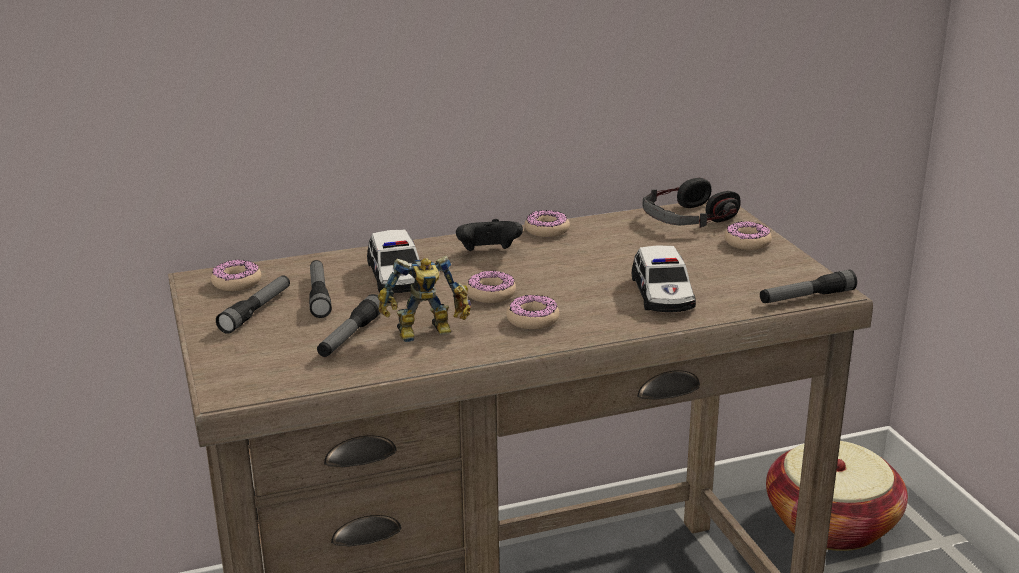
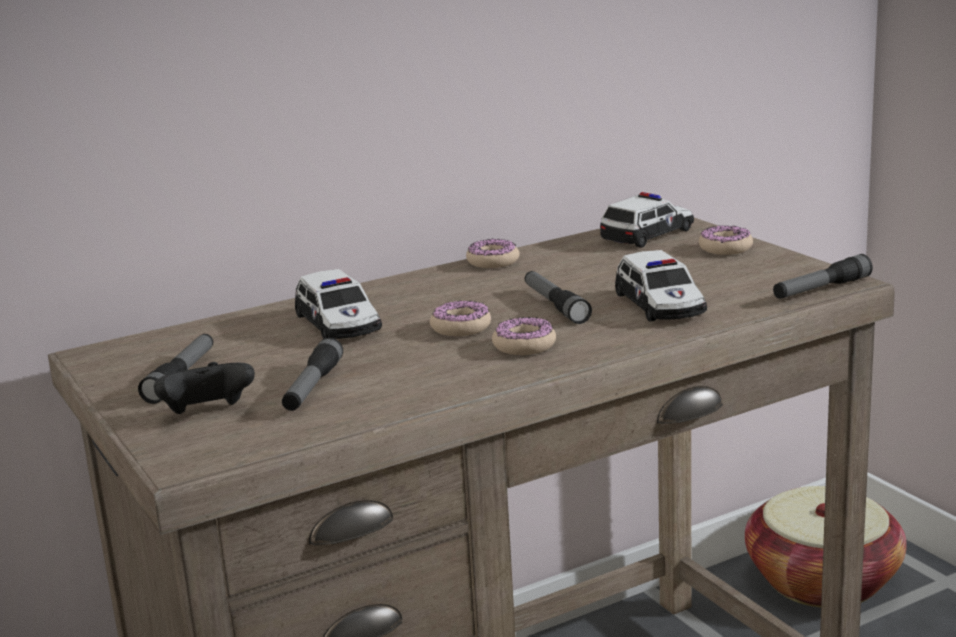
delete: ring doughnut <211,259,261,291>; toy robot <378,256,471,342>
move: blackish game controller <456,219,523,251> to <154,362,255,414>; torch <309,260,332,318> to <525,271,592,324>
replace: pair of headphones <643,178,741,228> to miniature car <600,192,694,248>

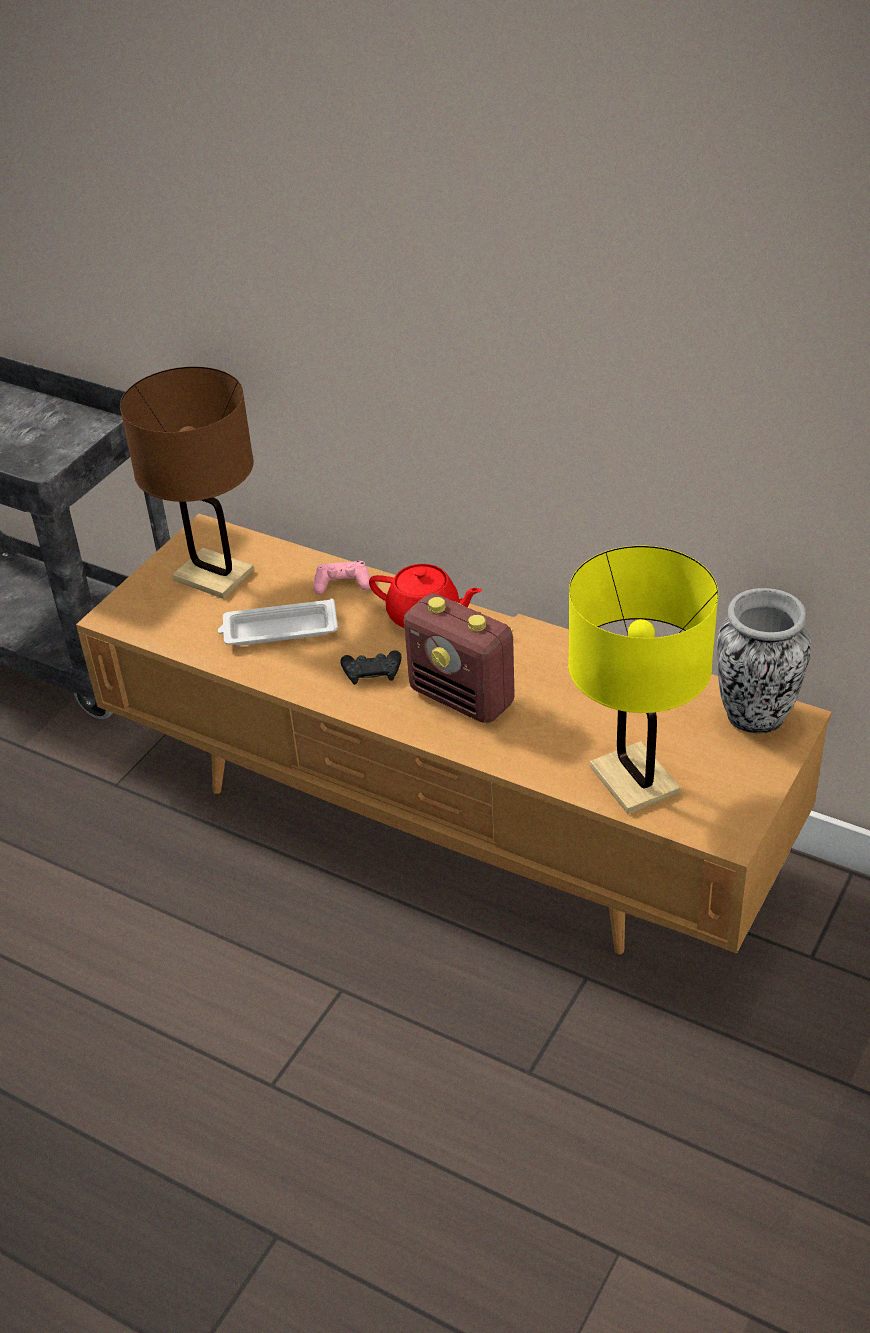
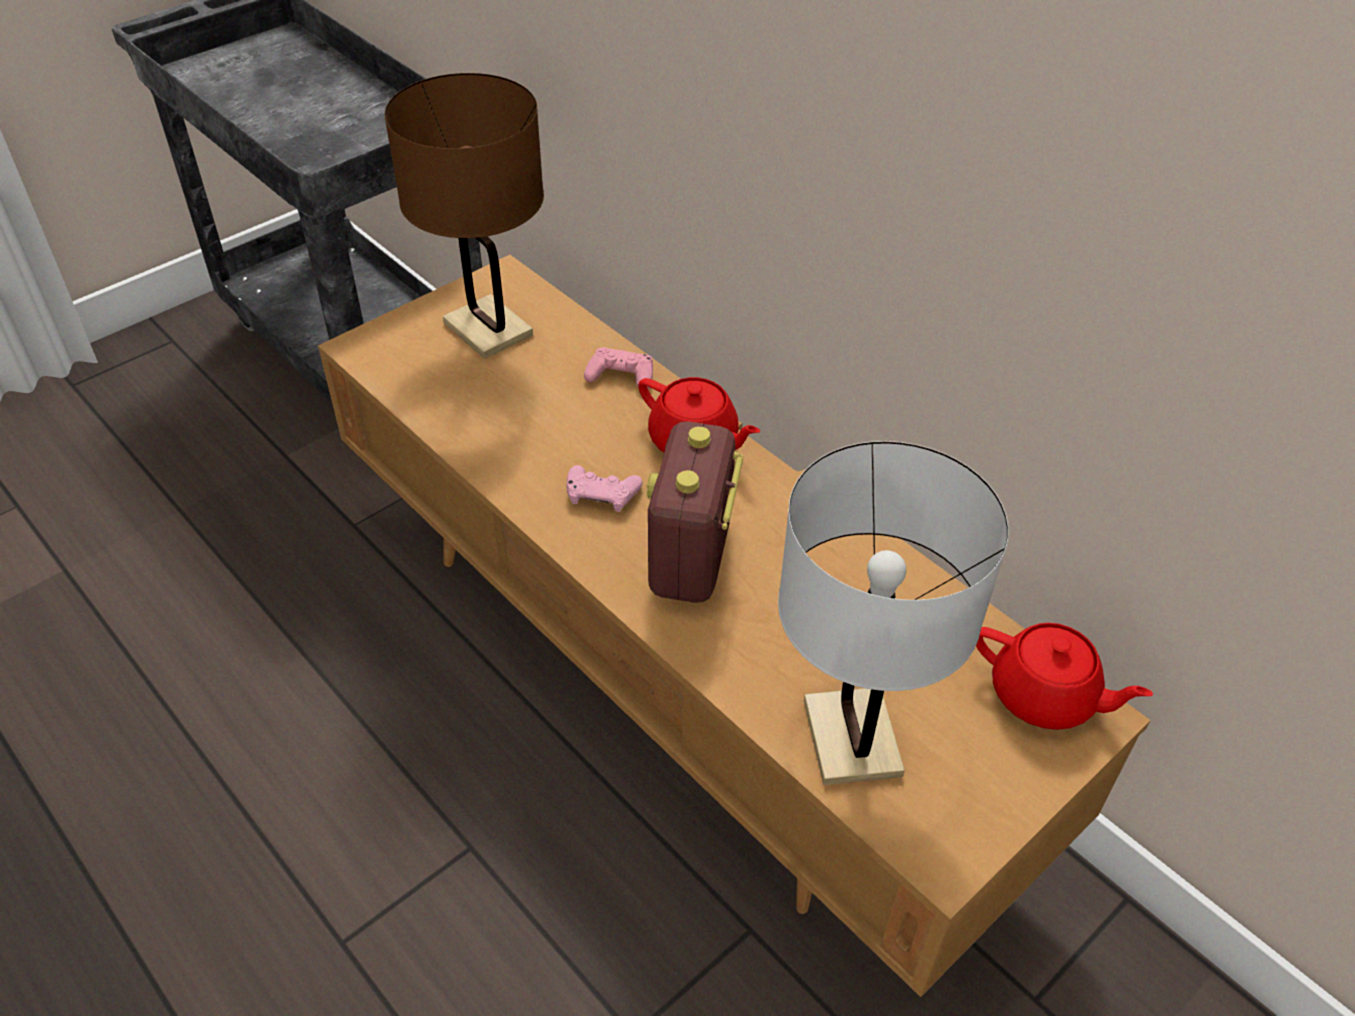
delete: whitish tray <218,598,338,646>
replace: decorative vase <716,588,811,734> to red-coloured tea pot <976,623,1153,730>
recolor: blackish game controller <340,650,402,685> to pinkish game controller <567,465,643,512>; yellow tabletop lamp <568,546,718,814> to whitish tabletop lamp <778,441,1009,785>
rotate: radio receiver <404,593,515,723> = <647,422,743,603> 45 degrees clockwise

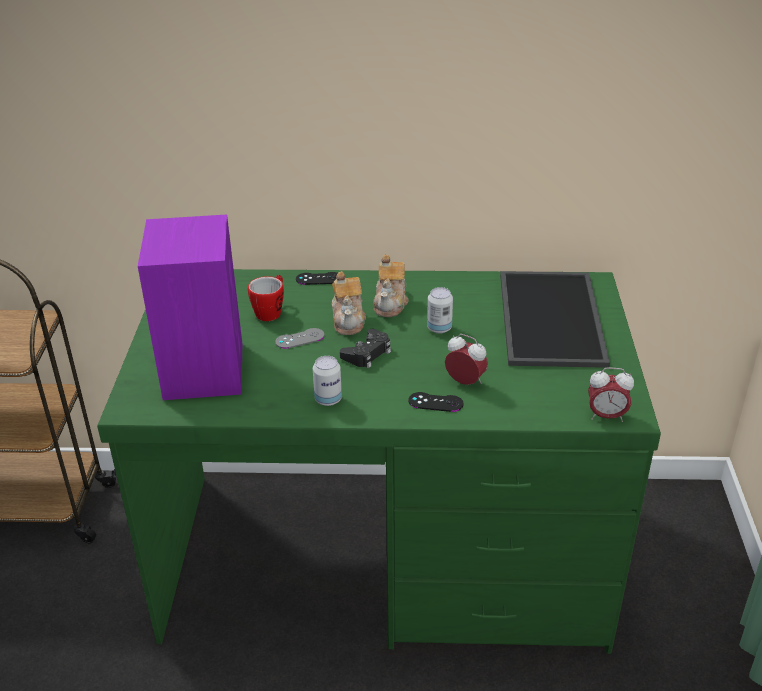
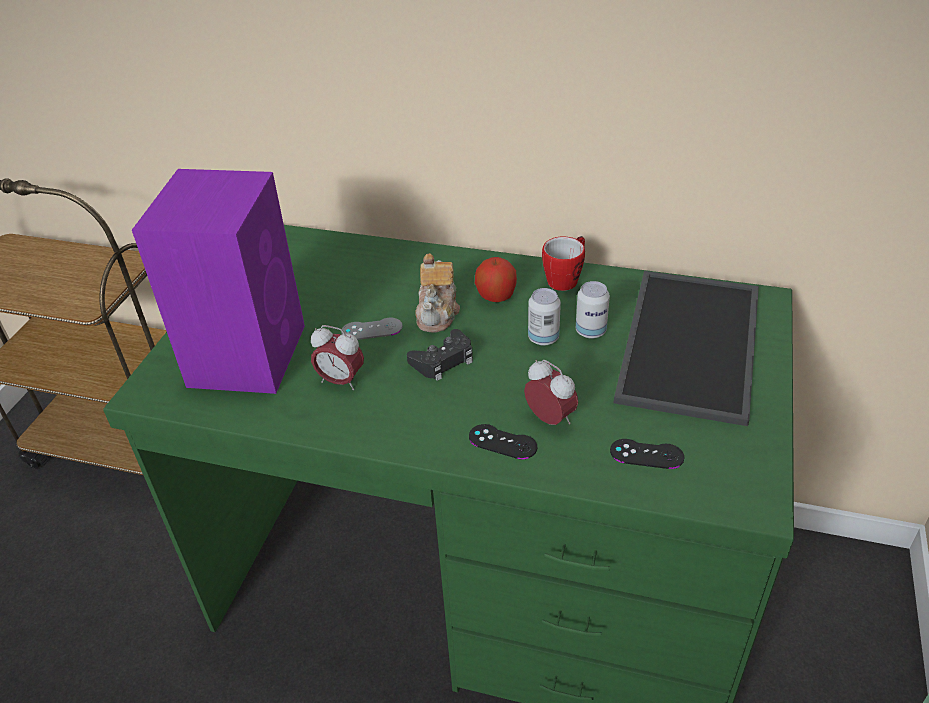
move: table clock <588,367,634,422> to <311,325,364,390>; coffee mug <248,275,284,321> to <542,236,585,291>; sealed can <313,356,342,406> to <576,281,610,339>; blackish game controller <296,272,338,285> to <610,439,684,469>
replace: tea pot <374,255,409,317> to apple fruit <475,257,517,302>

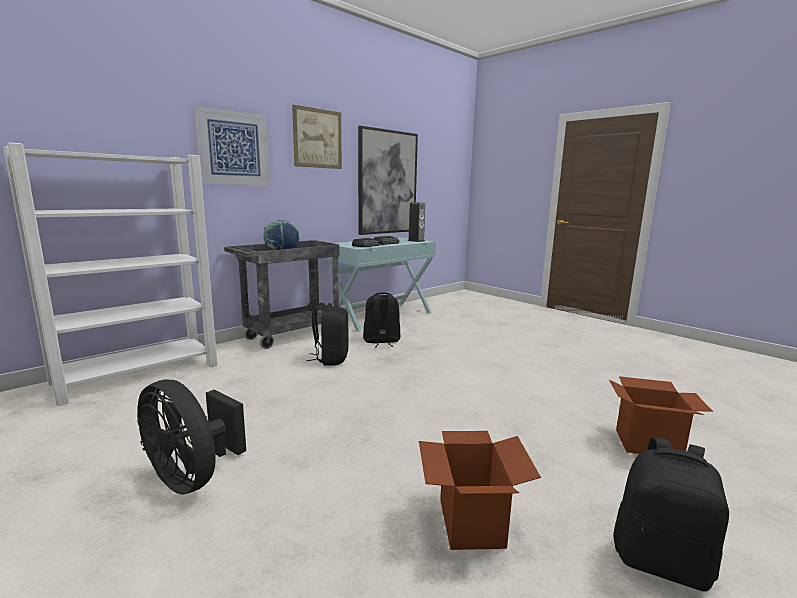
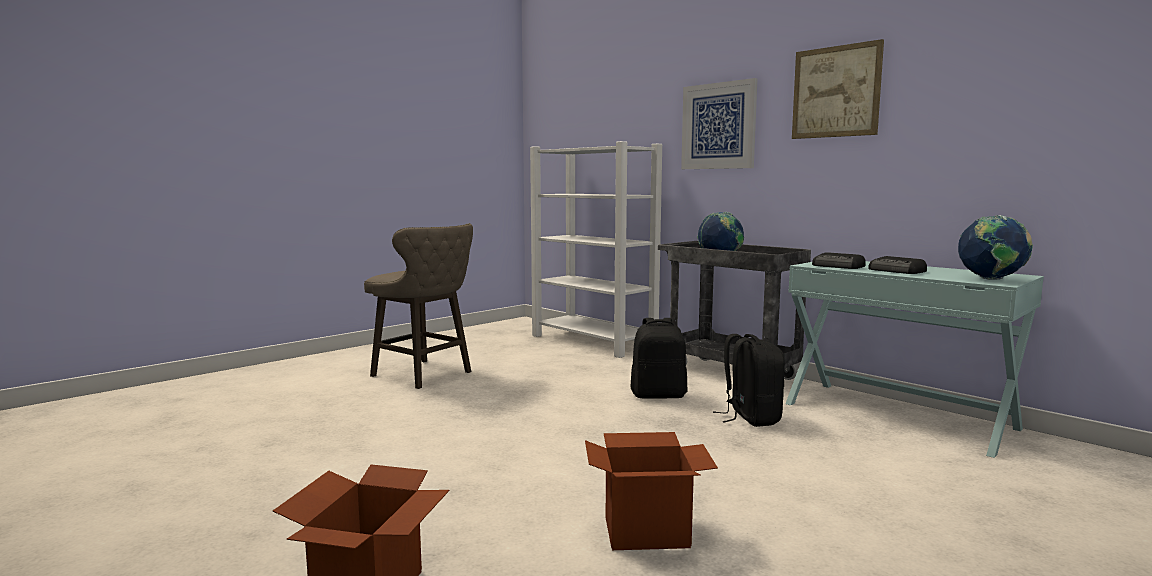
delete: wall art <358,126,418,235>; blackish knapsack <614,437,729,592>
move: packing box <419,431,541,550> to <585,432,718,550>
replace: blackish electric fan <137,380,246,494> to sand-coloured stool <364,223,473,389>; loudspeaker <408,202,425,242> to desk globe <958,215,1033,280>

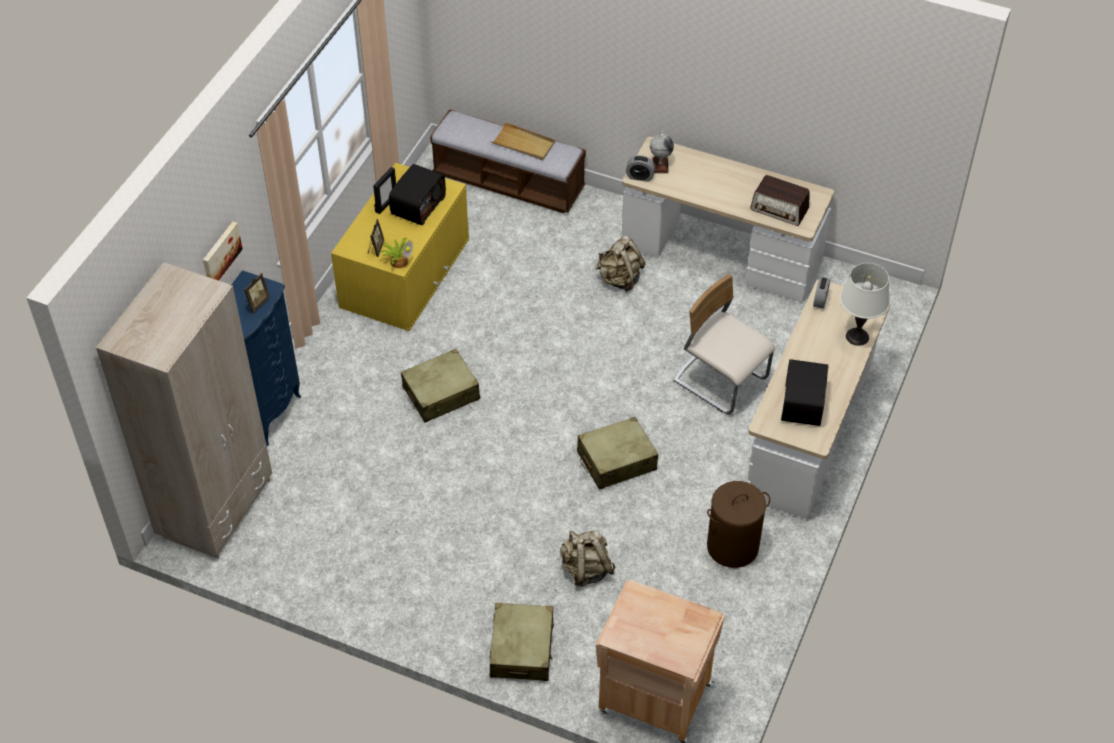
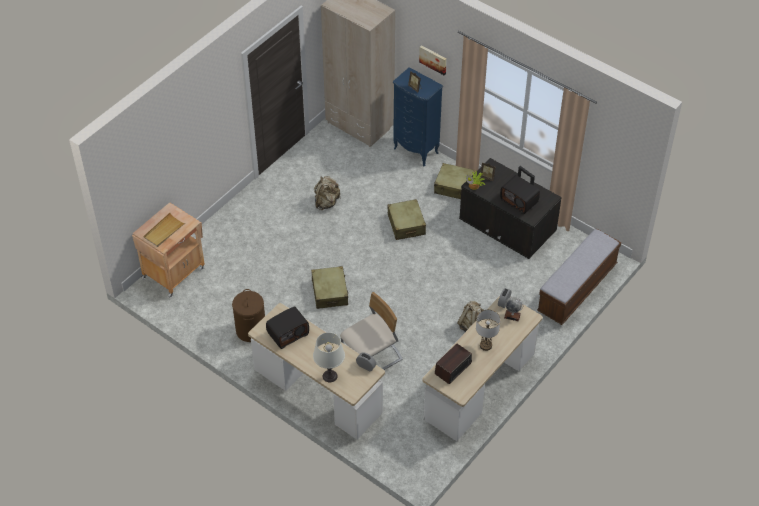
insert: tabletop lamp <476,310,501,351>
move: sand-coloured tray <491,122,555,160> to <143,213,185,247>; sand-coloured knapsack <560,530,615,586> to <314,176,340,210>; sand-coloured piece of luggage <490,603,554,681> to <434,163,476,199>
recolor: yellow storage cabinet <331,163,469,331> to blackish storage cabinet <459,158,562,259>
rotate: radio receiver <781,359,828,426> = <266,306,309,349> 120 degrees clockwise

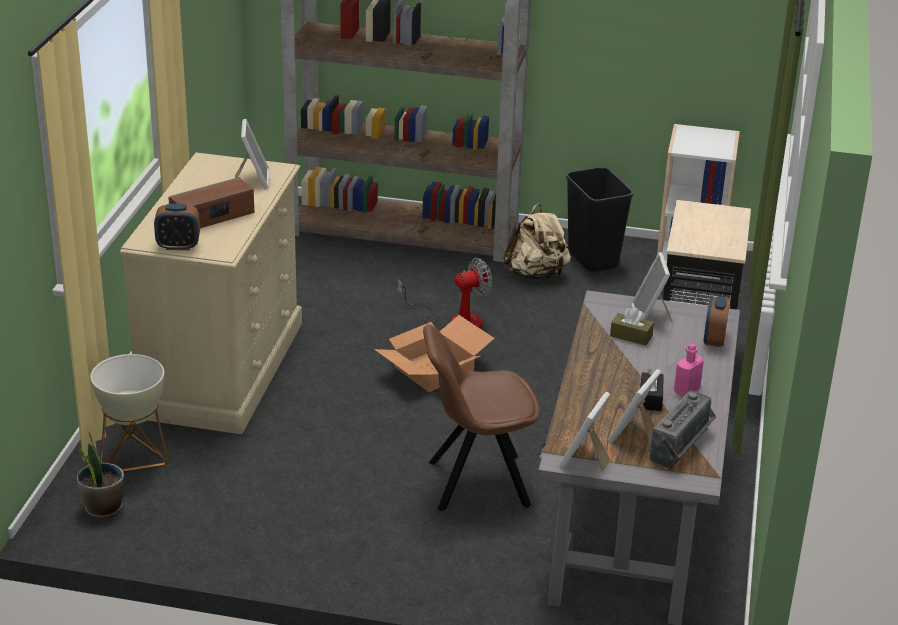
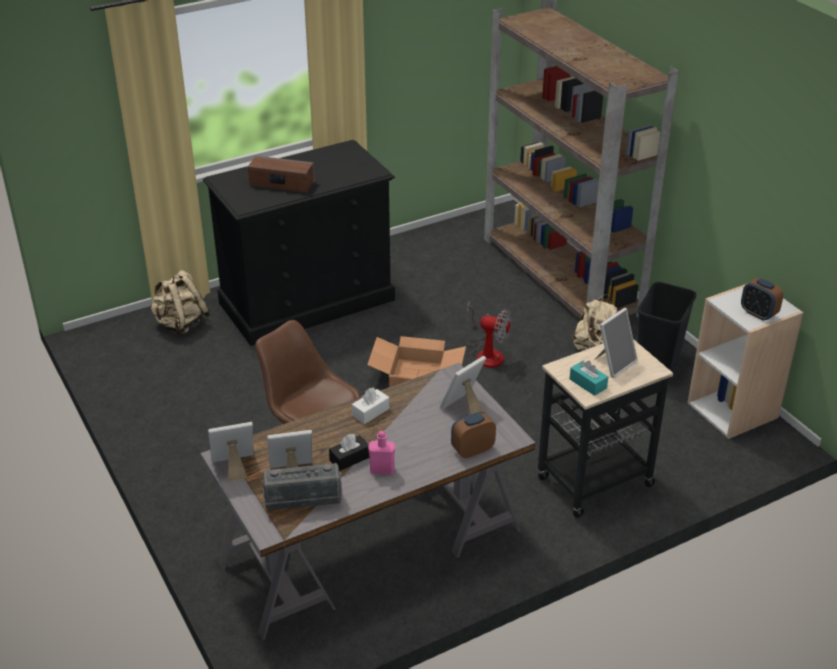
delete: houseplant <77,432,124,518>; brownish box of tissues <610,307,654,346>
insert: whitish box of tissues <352,388,390,424>; blue-green box of tissues <570,361,608,396>
move: picture frame <235,119,269,189> to <594,308,638,378>; table clock <154,204,200,250> to <741,278,783,321>
replace: planter <90,354,168,472> to sand-coloured knapsack <150,270,210,336>
recolor: sand-coloured dresser <120,153,302,434> to blackish dresser <203,140,395,346>

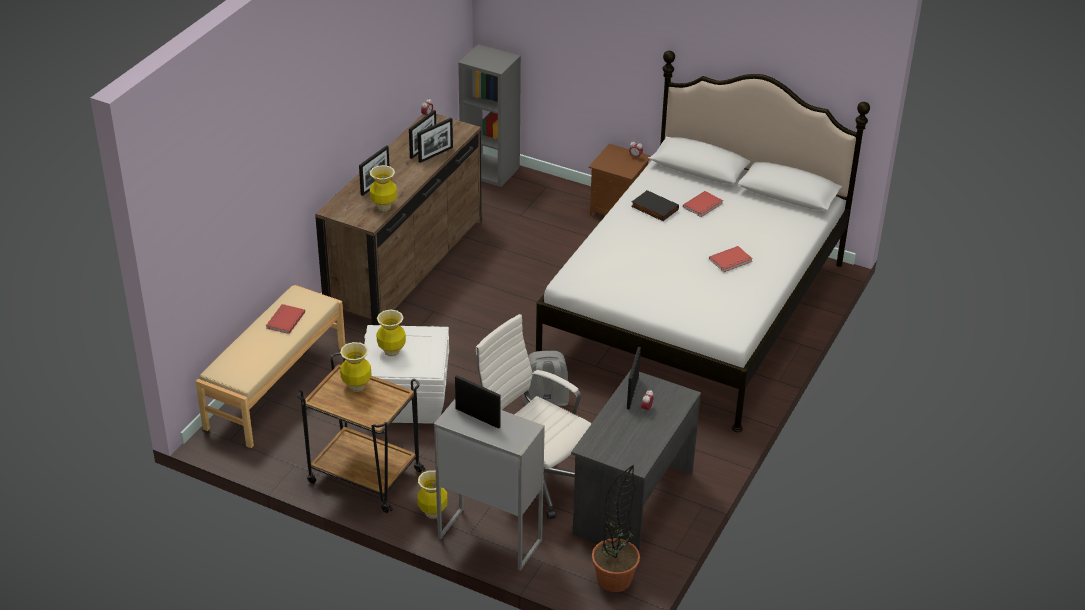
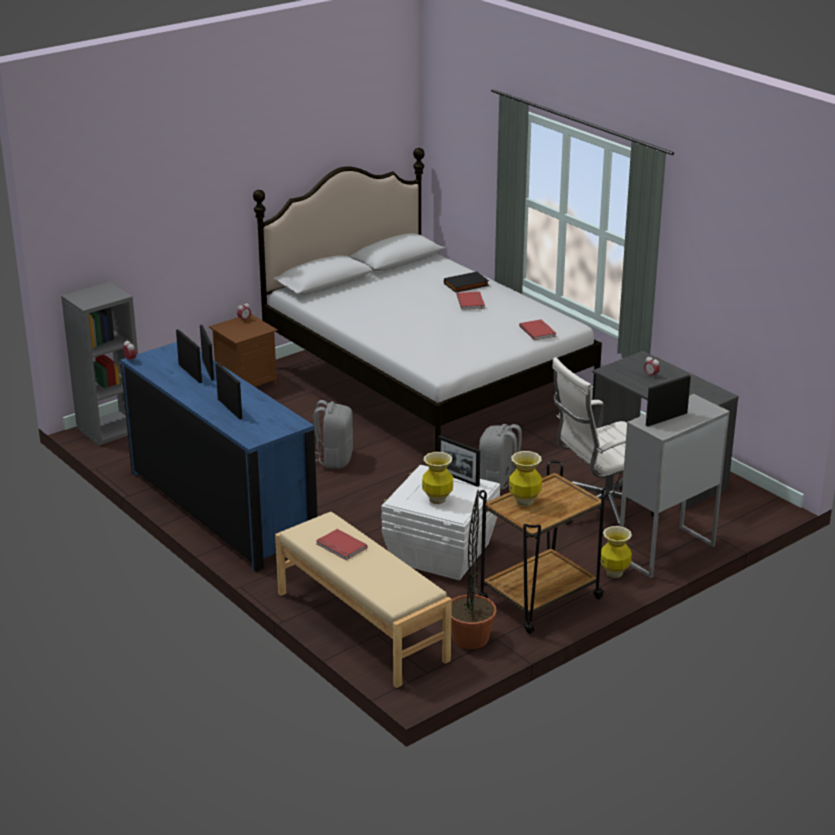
delete: decorative vase <370,165,397,211>
insert: grey knapsack <313,400,353,469>
move: picture frame <627,347,641,410> to <438,436,480,487>; blackish bound book <631,190,679,221> to <444,272,489,293>; houseplant <592,464,640,592> to <451,490,496,649>; red-coloured bound book <683,191,723,217> to <519,319,556,340>
recolor: brownish dresser <315,114,482,325> to blue-coloured dresser <120,342,318,572>

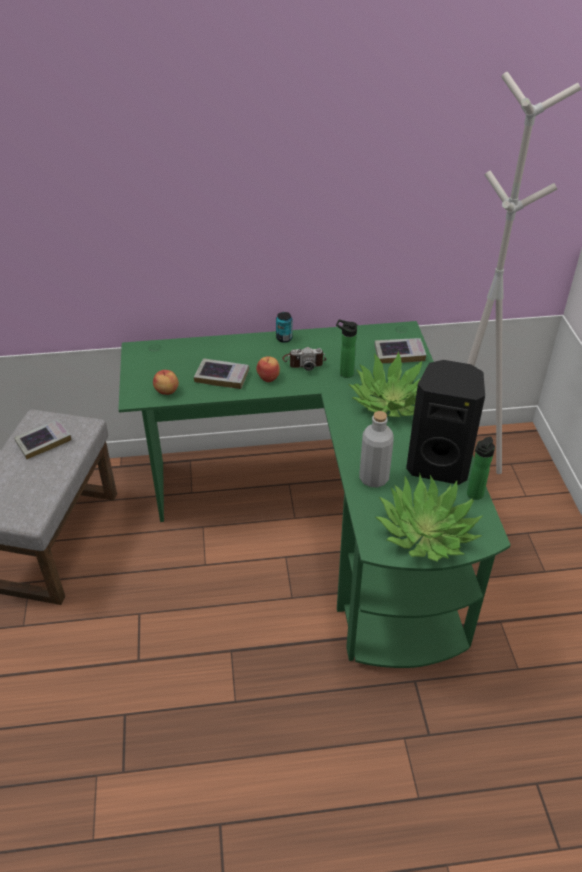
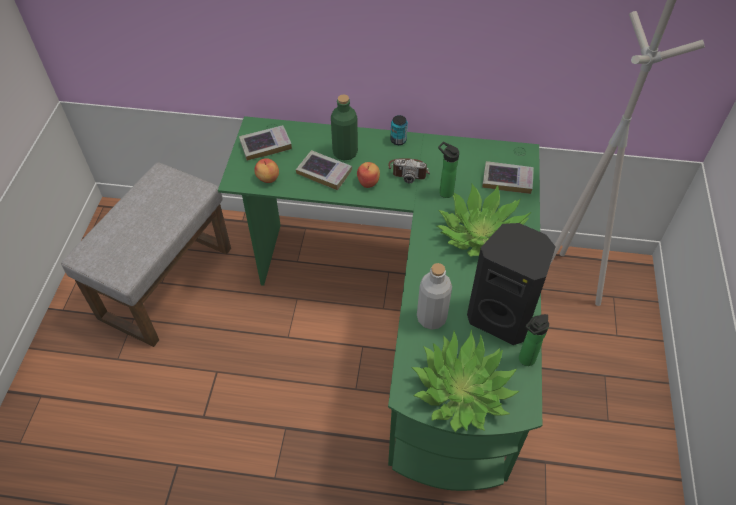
insert: green beverage bottle <331,94,358,161>
move: bound book <14,419,72,459> to <239,125,292,161>

